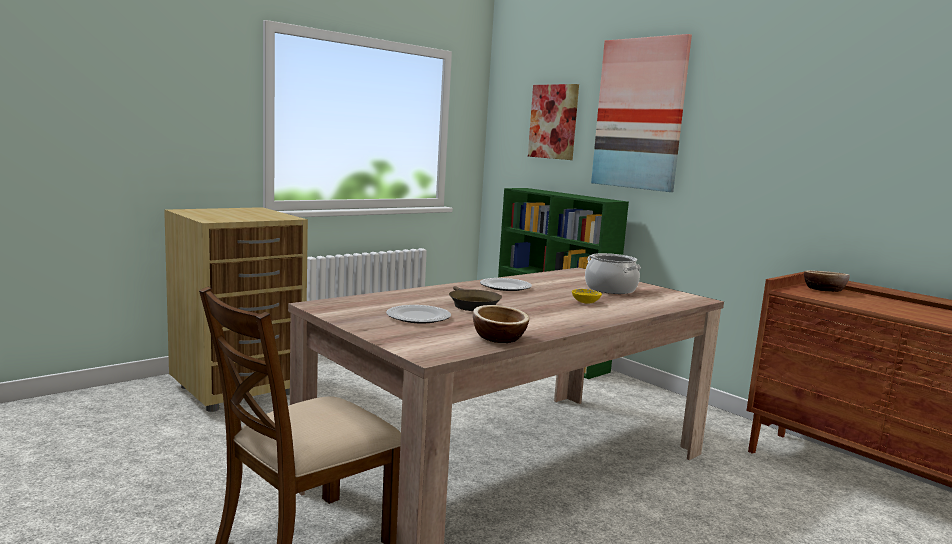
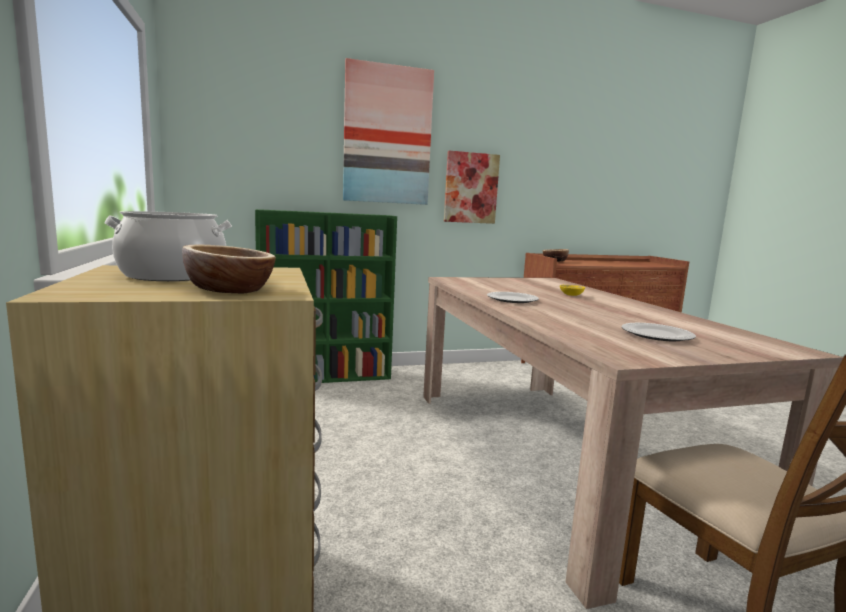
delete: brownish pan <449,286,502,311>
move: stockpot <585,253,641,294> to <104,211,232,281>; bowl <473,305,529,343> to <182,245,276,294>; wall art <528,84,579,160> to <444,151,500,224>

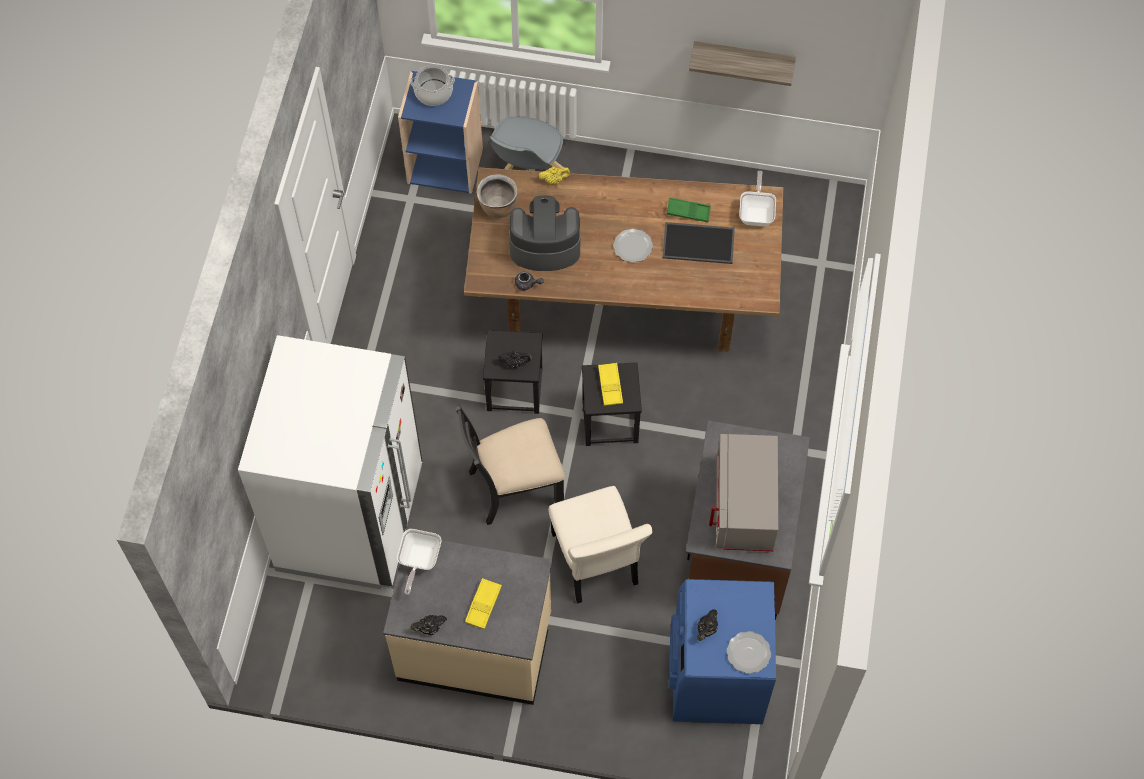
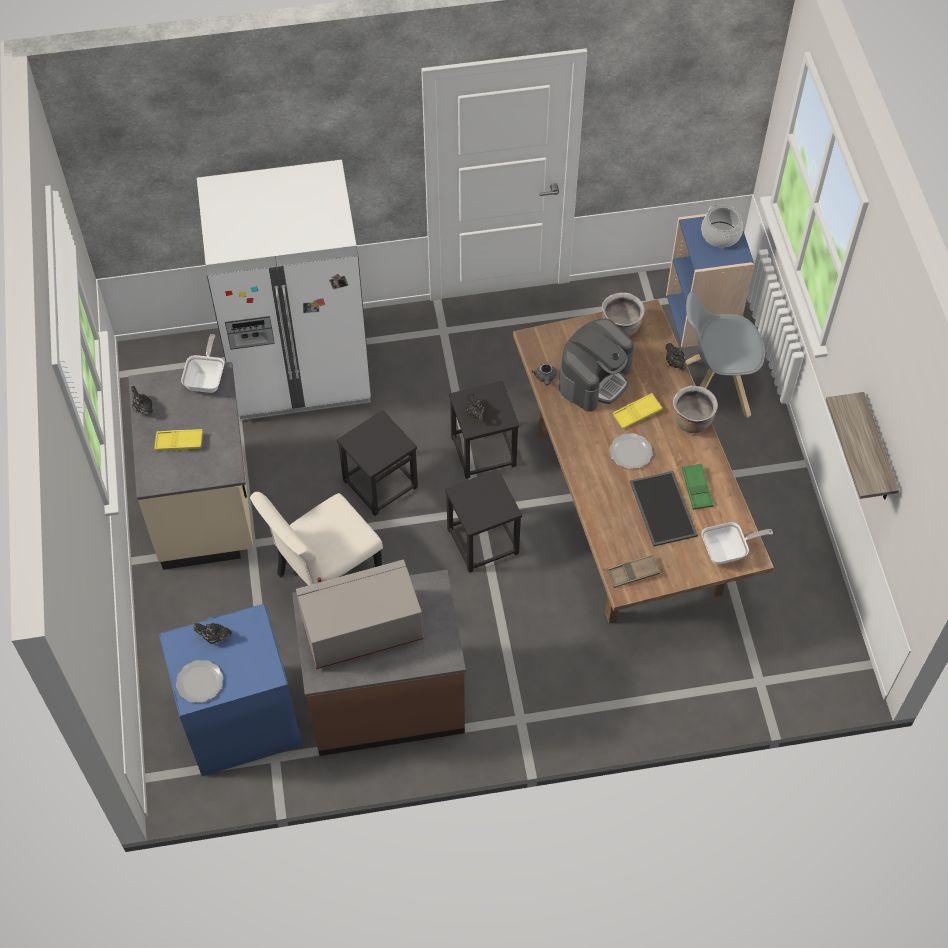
insert: brownish tray <607,554,660,588>; brownish stockpot <673,386,718,433>
move: yellow tray <598,363,623,406> to <613,393,662,429>
replace: blackish plain chair <455,405,565,525> to blackish stool <337,410,418,516>
recolor: yellow tea pot <538,166,571,185> to blackish tea pot <665,343,686,371>
rotate: pan <397,529,441,595> = <181,334,224,393> 105 degrees clockwise; coffee maker <509,195,580,271> = <559,318,634,412> 60 degrees clockwise

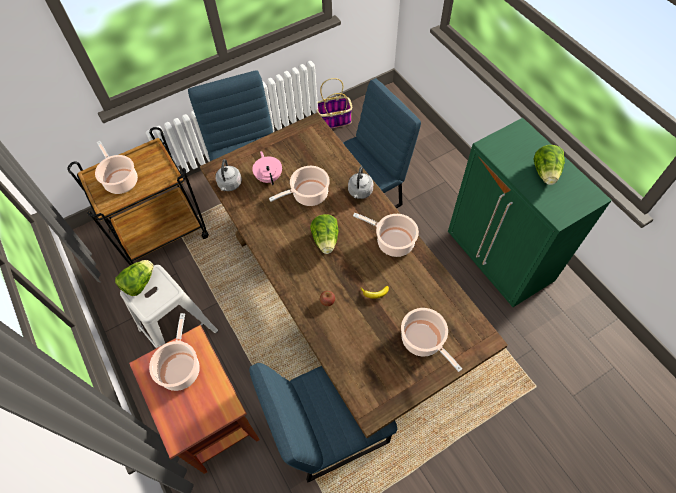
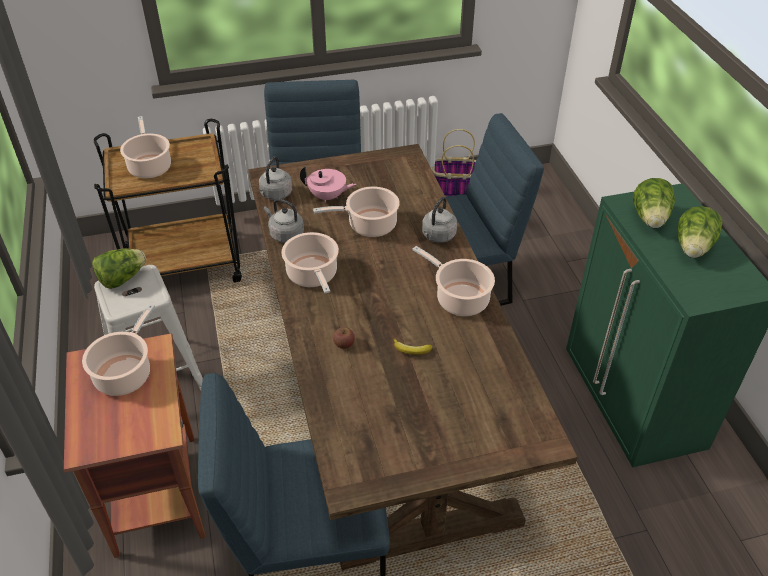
insert: grey water kettle <264,199,304,243>
move: stockpot <401,308,462,372> to <281,232,339,293>; lettuce <310,214,339,254> to <633,178,675,228>
rotate: pinkish tea pot <252,151,282,185> = <300,166,356,203> 105 degrees clockwise

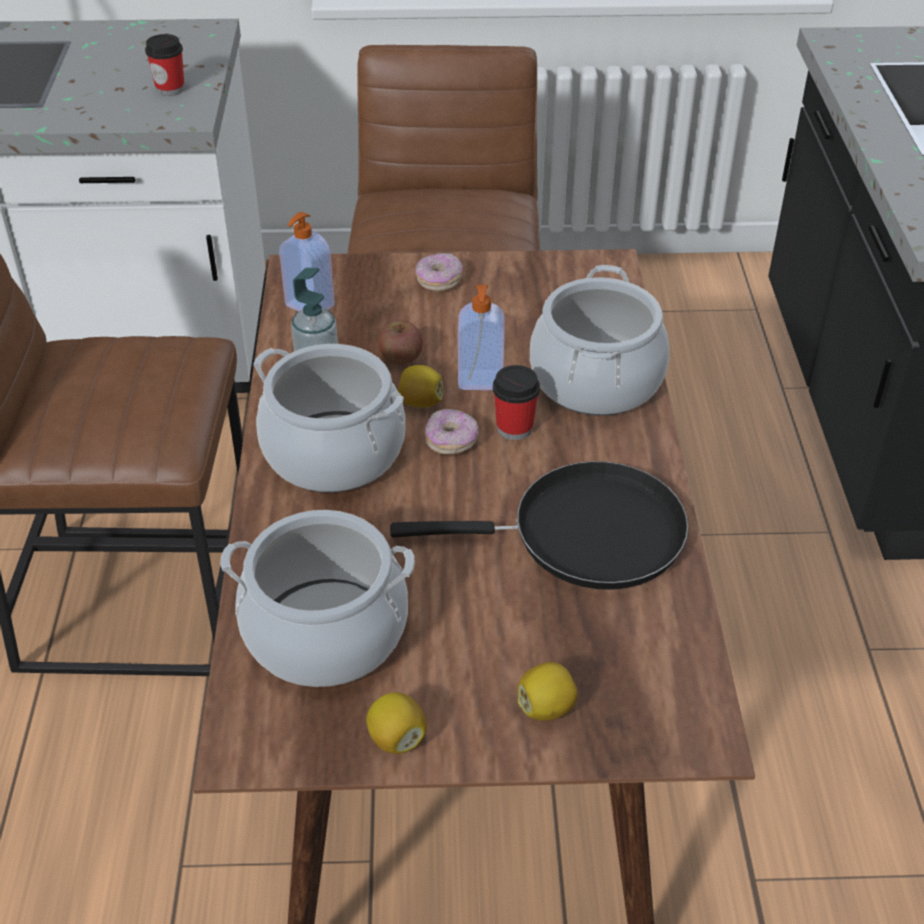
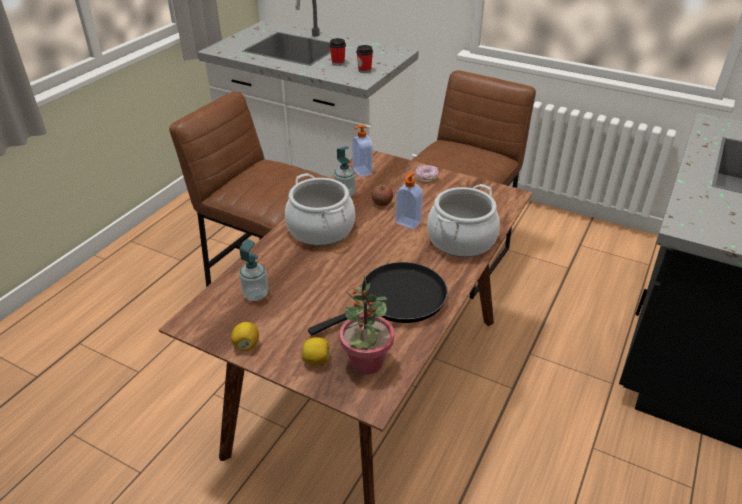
delete: citrus fruit <398,365,443,408>; ring doughnut <425,409,479,455>
insert: houseplant <339,276,394,375>
move: small cup <493,365,540,440> to <329,38,346,66>
replace: stockpot <220,510,415,687> to soap dispenser <239,239,268,301>
rotate: blackish pan <390,461,689,590> = <308,262,448,335> 60 degrees counterclockwise

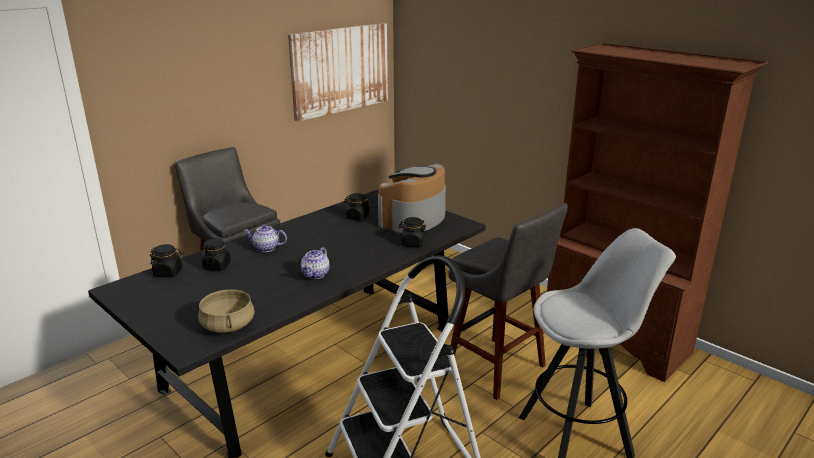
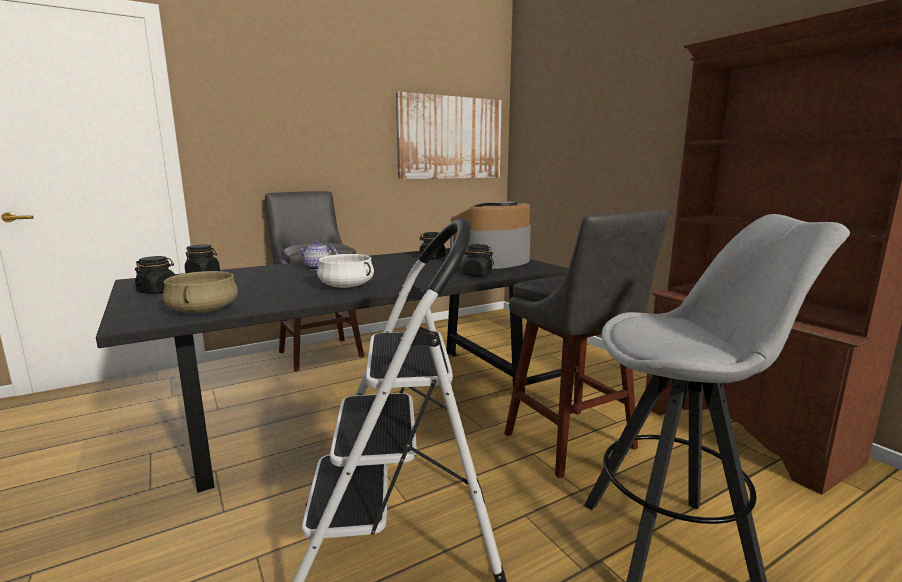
move: blackish preserve jar <202,238,231,271> to <135,256,175,294>
replace: tea pot <301,247,329,279> to whitish stockpot <317,254,374,288>

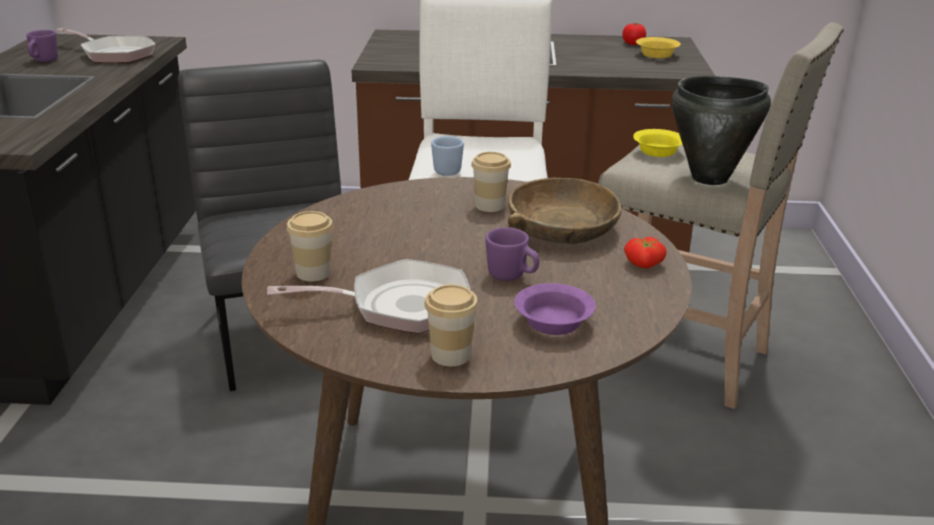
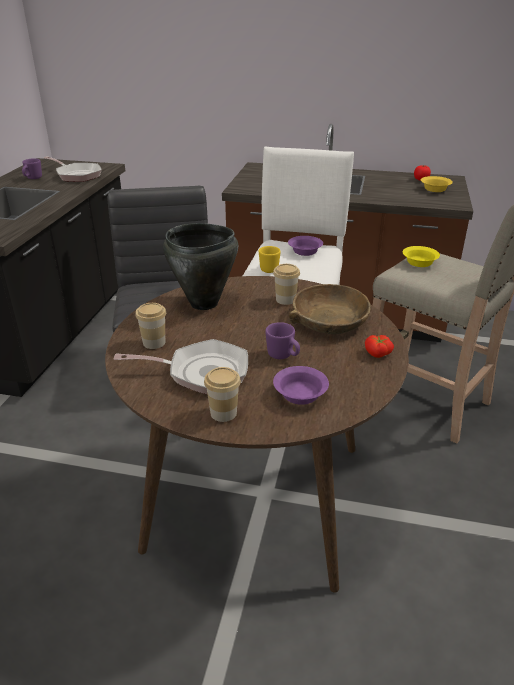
insert: purple-coloured bowl <288,236,323,256>
move: blackish stockpot <671,76,771,185> to <163,223,238,310>
recolor: blue-coloured coffee mug <431,136,464,176> to yellow coffee mug <259,246,281,273>

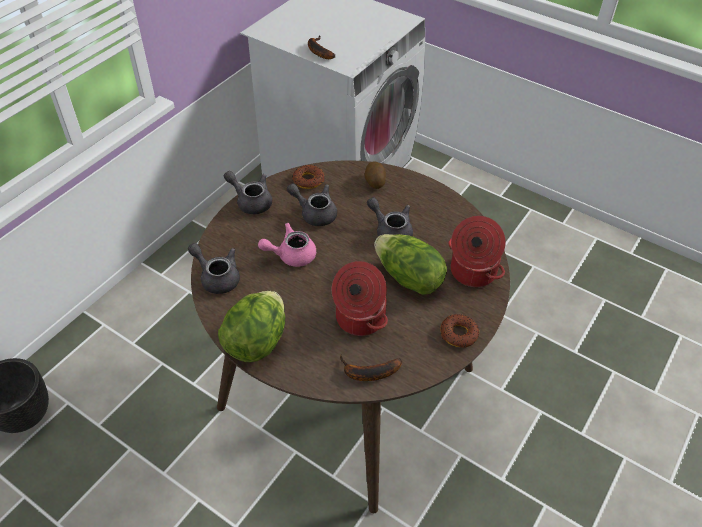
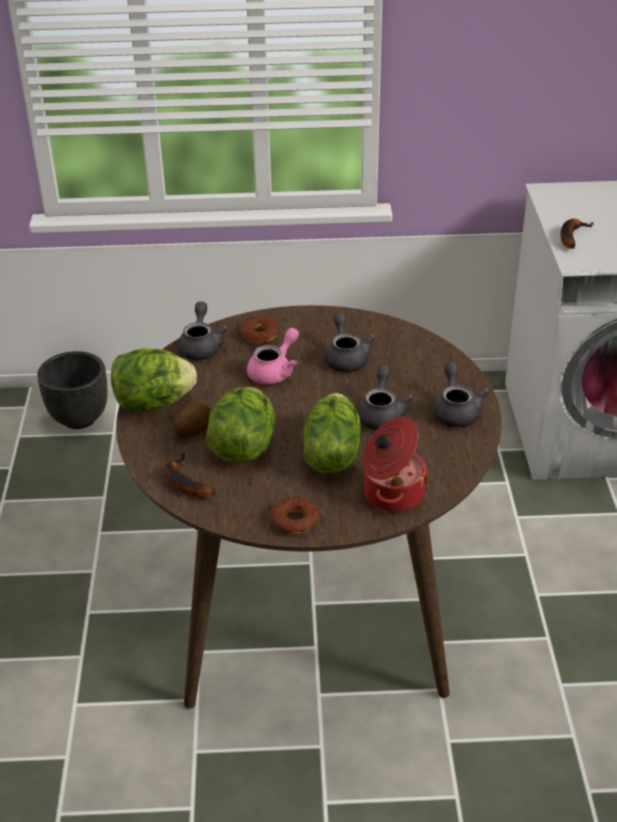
move: whole potato <365,161,386,189> to <173,404,211,437>; ring doughnut <292,165,324,189> to <240,317,280,343>; grey tea pot <224,171,272,214> to <433,362,490,427>
replace: stockpot <332,261,388,336> to lettuce <206,387,276,463>
rotate: pinkish tea pot <258,223,316,267> = <247,328,299,385> 90 degrees clockwise

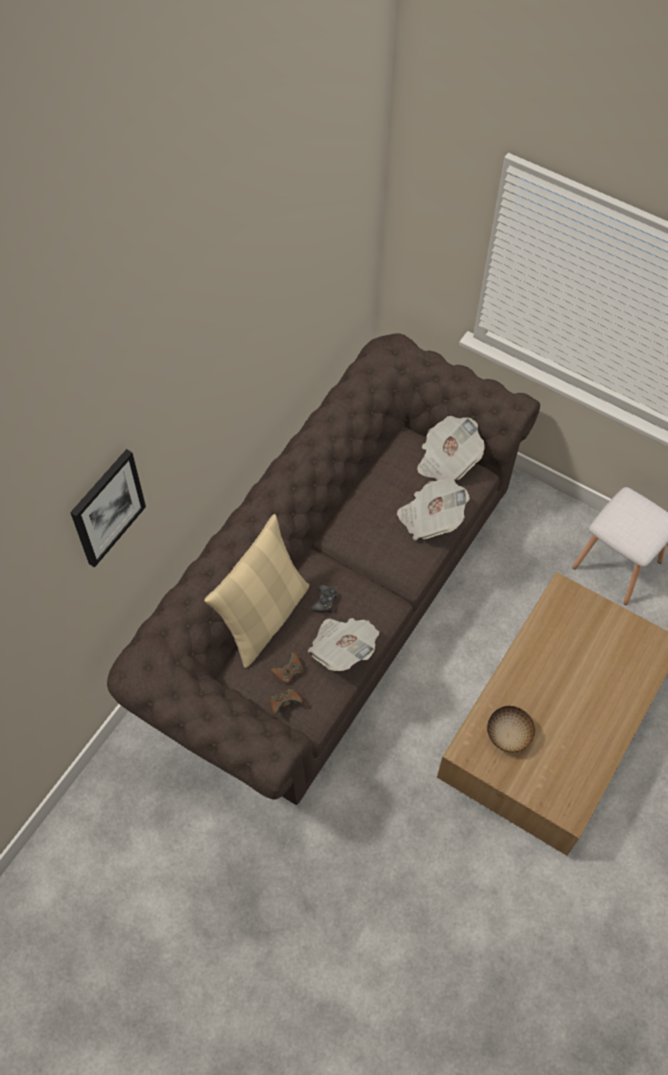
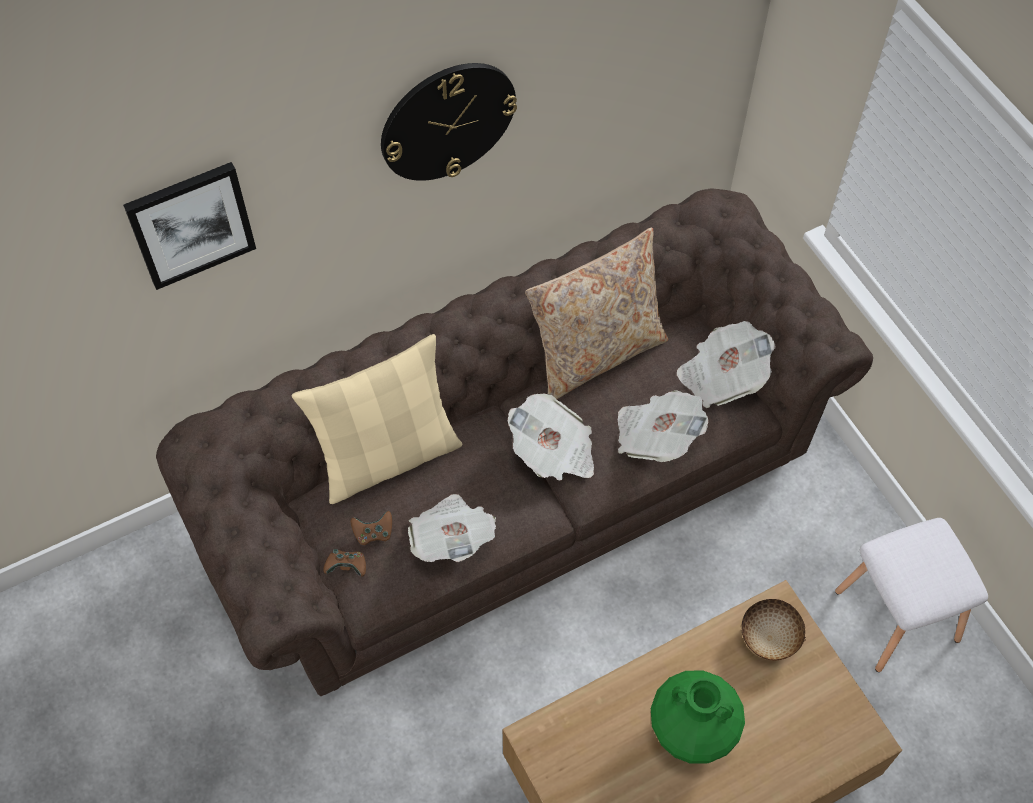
delete: blackish game controller <310,585,338,613>
insert: wall clock <381,63,517,181>; daily paper <508,393,594,481>; sand-coloured pillow <525,227,668,399>; green decorative vase <651,671,745,764>
move: bowl <487,706,535,752> to <741,599,806,660>

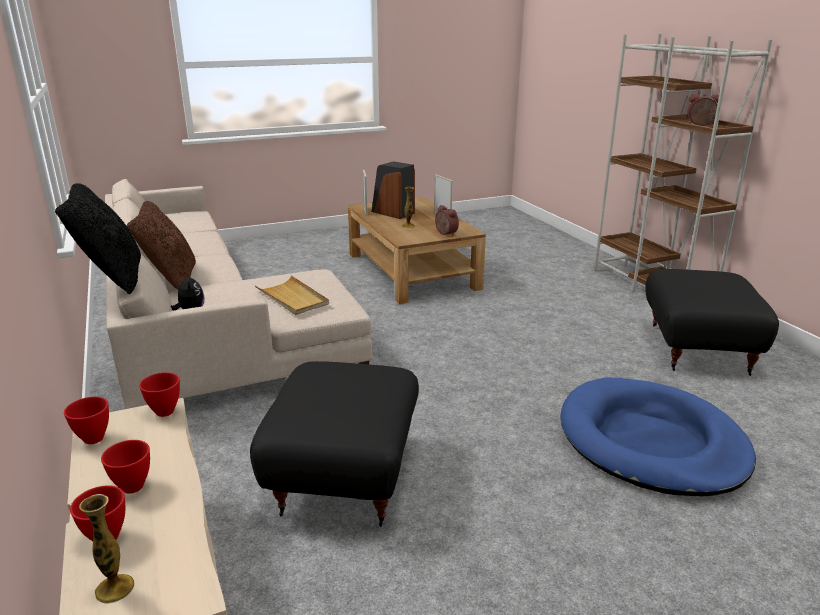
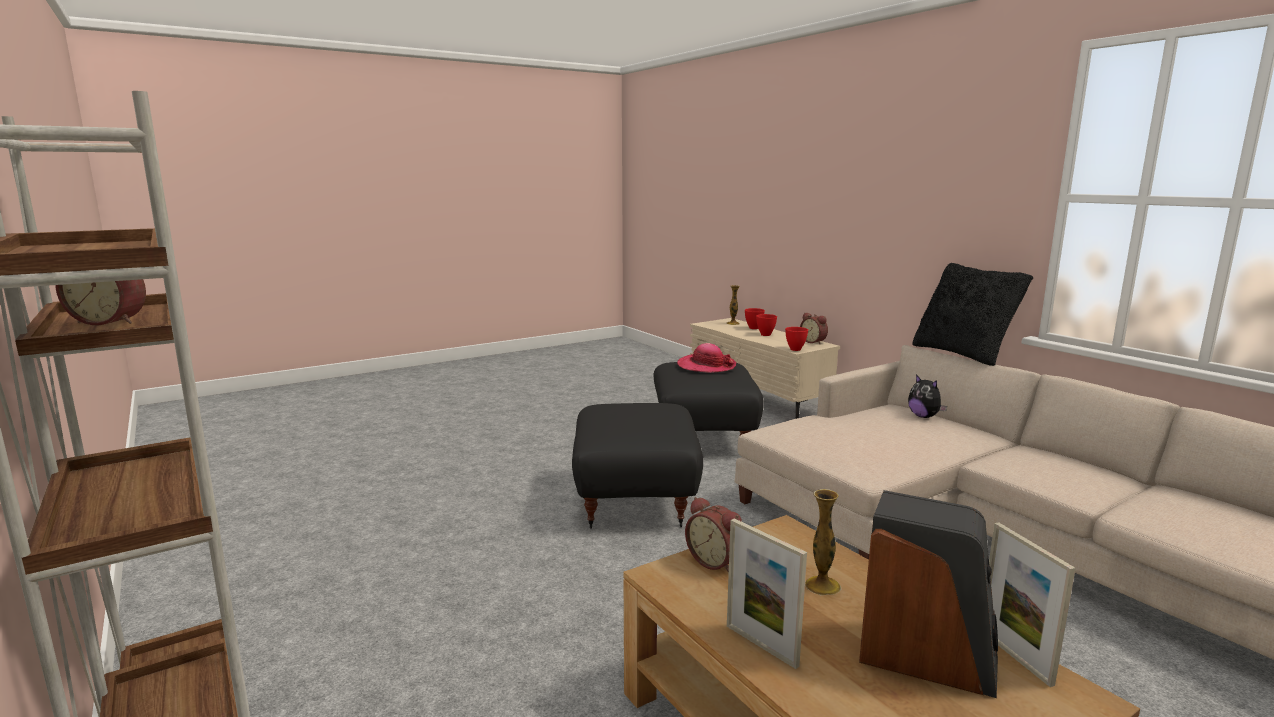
delete: brownish pillow <127,201,196,290>; sand-coloured tray <255,275,329,315>; blue-coloured pet bed <561,377,756,497>
insert: clothing hat <677,343,736,373>
move: blackish ottoman <645,269,779,376> to <572,403,703,529>
replace: red-coloured bowl <64,397,109,444> to table clock <800,313,828,344>

